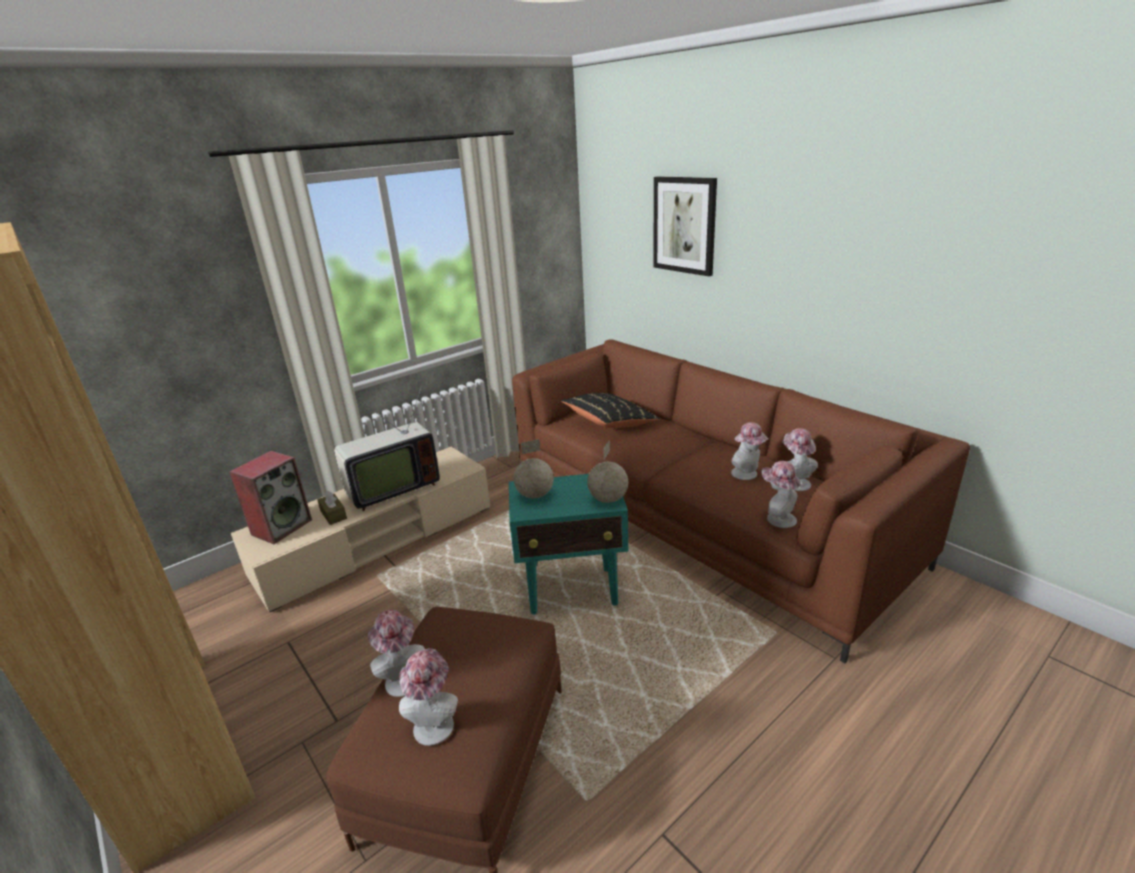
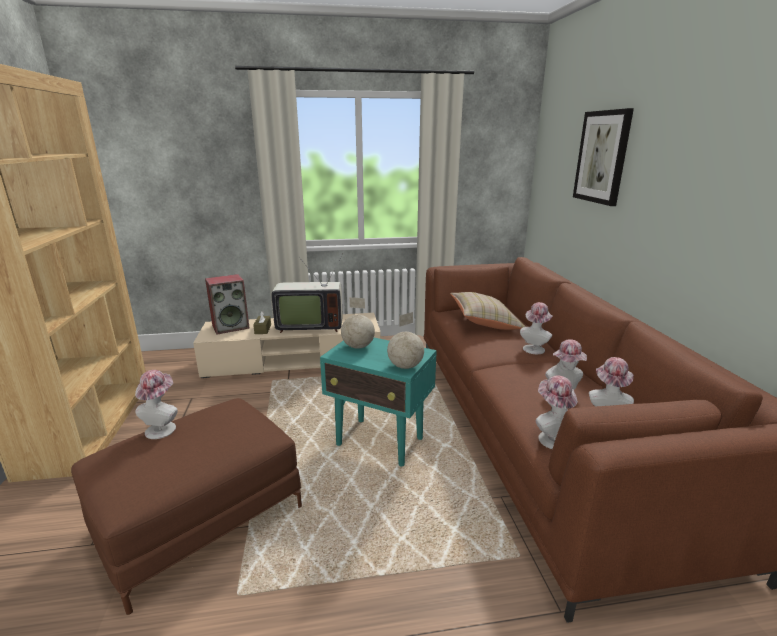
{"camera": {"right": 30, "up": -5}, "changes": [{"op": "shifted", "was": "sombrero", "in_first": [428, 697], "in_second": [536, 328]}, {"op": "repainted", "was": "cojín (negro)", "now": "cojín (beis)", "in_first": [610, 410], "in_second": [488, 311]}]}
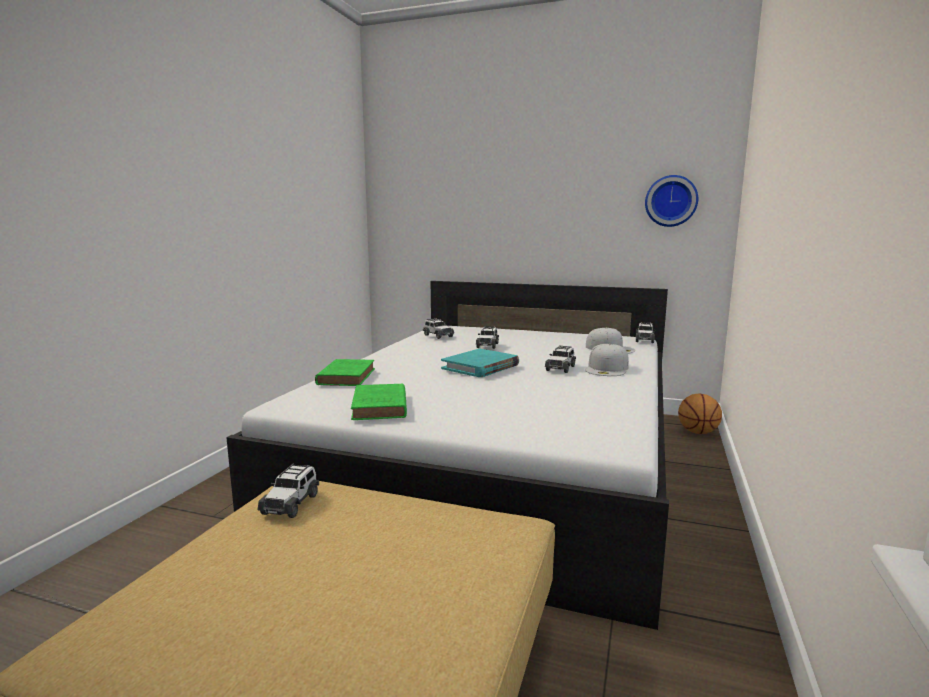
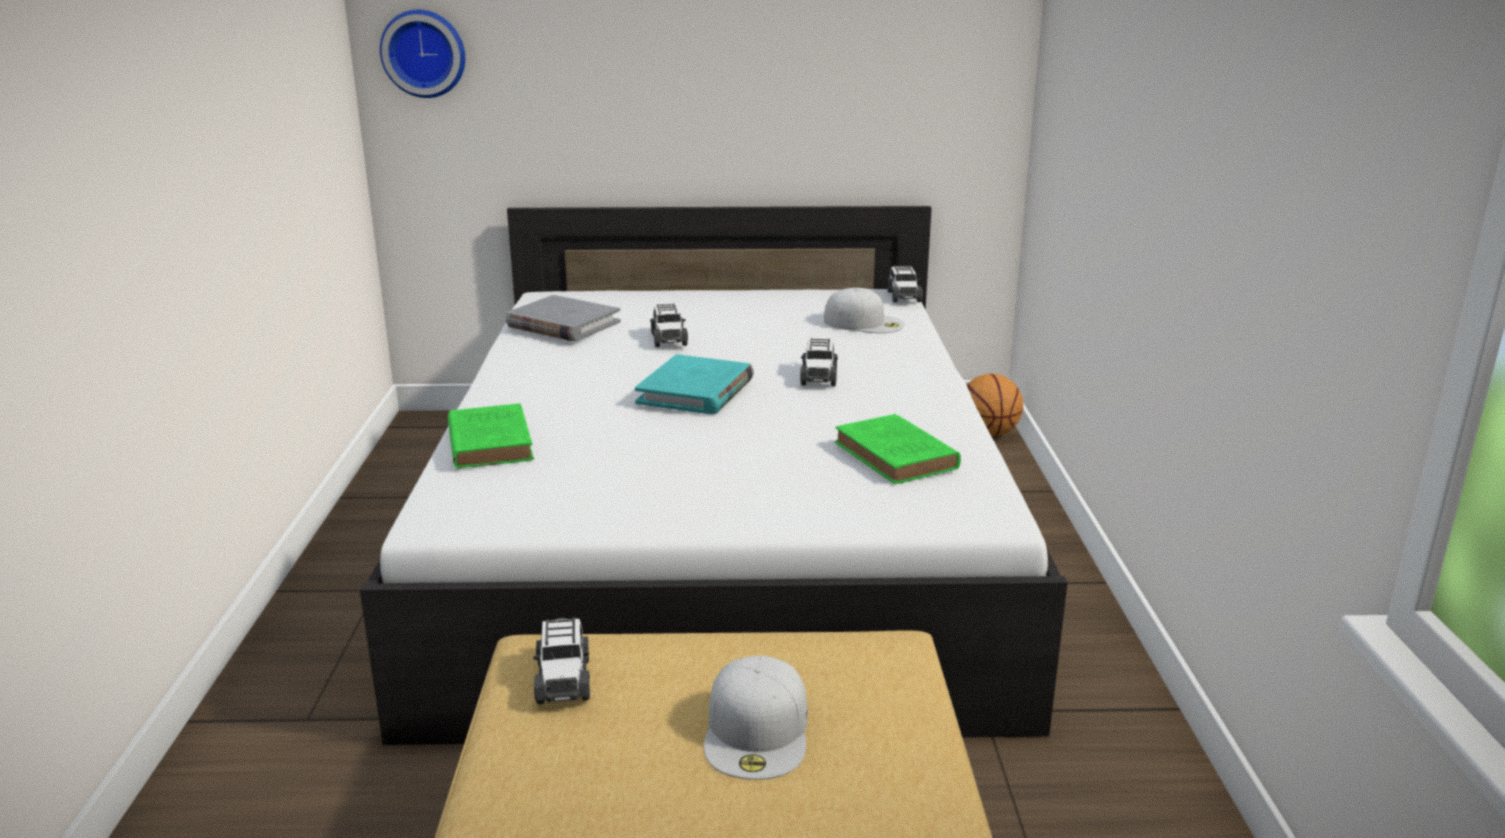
{"camera": {"right": -20, "up": 10}, "changes": [{"op": "shifted", "was": "libro (verde)", "in_first": [379, 401], "in_second": [898, 449]}, {"op": "swapped", "was": "coche de juguete", "now": "libro (gris)", "in_first": [438, 328], "in_second": [563, 318]}, {"op": "shifted", "was": "gorra (blanco)", "in_first": [607, 360], "in_second": [756, 718]}, {"op": "shifted", "was": "reloj de pared", "in_first": [671, 201], "in_second": [422, 54]}]}
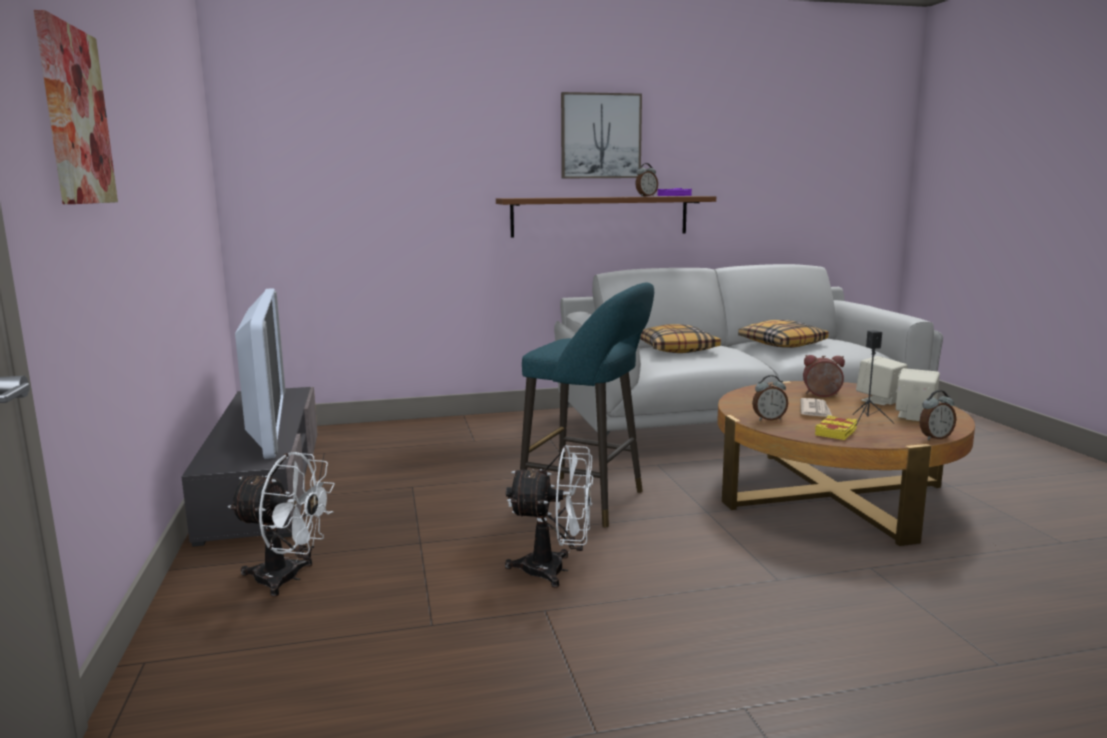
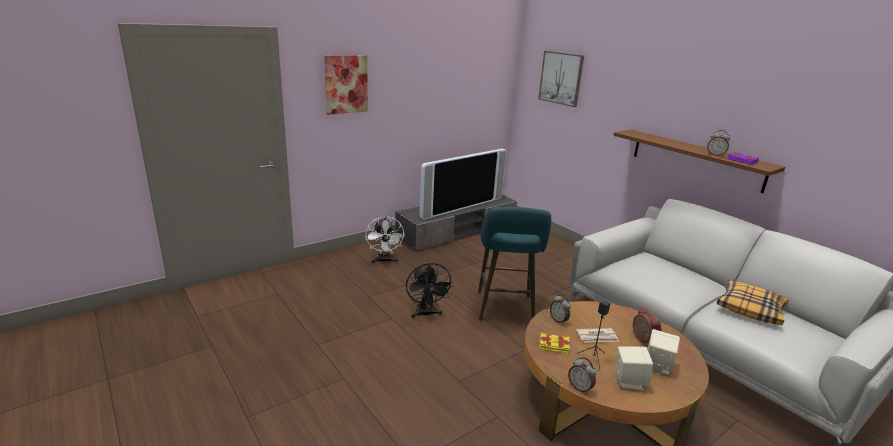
{"camera": {"right": 65, "up": 10}, "changes": [{"op": "repainted", "was": "ventilador (blanco)", "now": "ventilador (negro)", "in_first": [549, 516], "in_second": [429, 290]}, {"op": "shifted", "was": "cuadro", "in_first": [601, 135], "in_second": [561, 79]}, {"op": "gone", "was": "cojín", "in_first": [680, 338]}]}
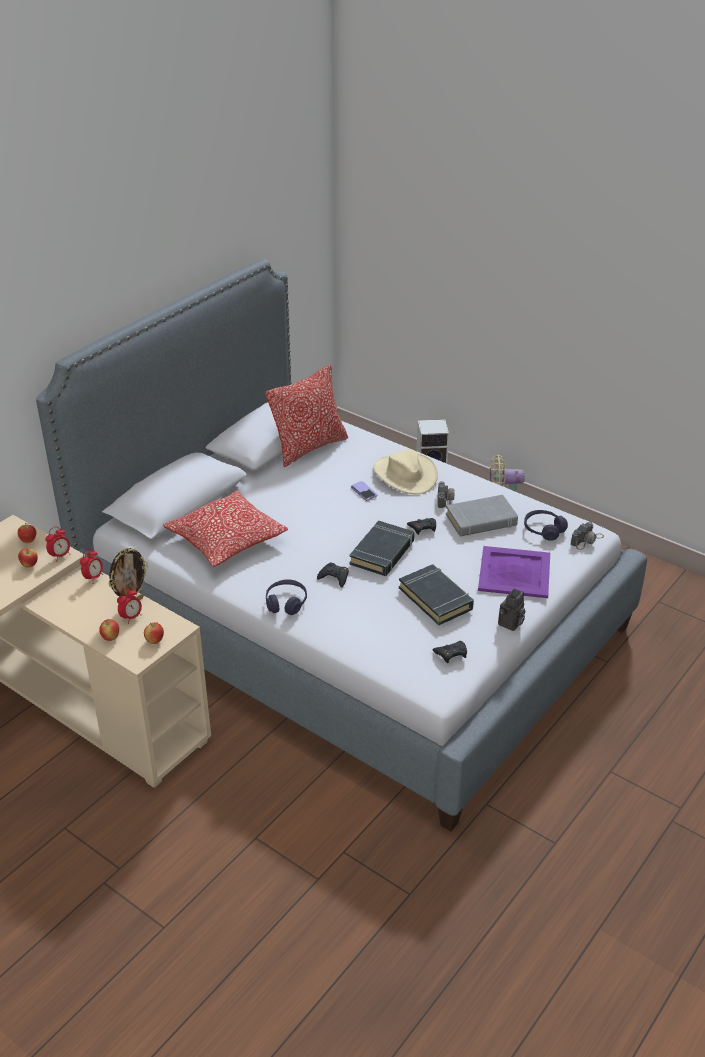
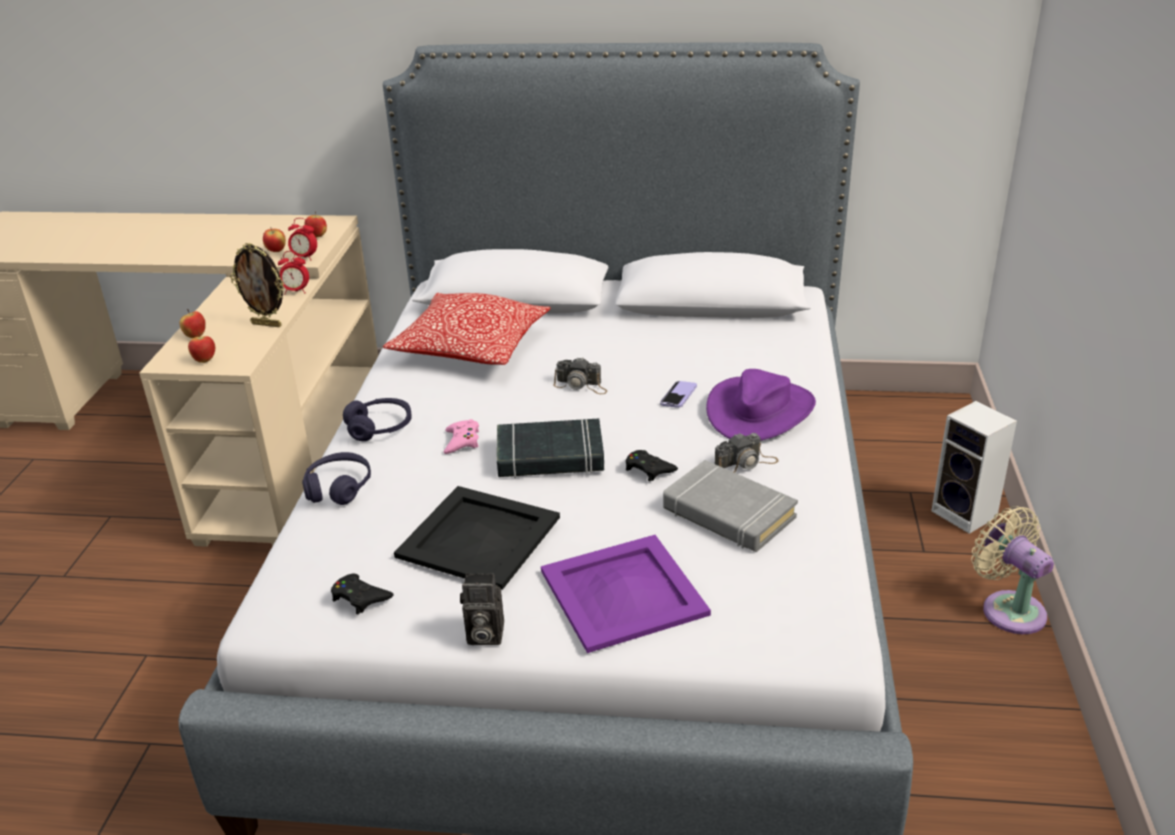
{"camera": {"right": 60, "up": -5}, "changes": [{"op": "gone", "was": "despertador", "in_first": [129, 605]}, {"op": "gone", "was": "cojín", "in_first": [306, 416]}, {"op": "repainted", "was": "mando de consola (negro)", "now": "mando de consola (rosa)", "in_first": [333, 574], "in_second": [461, 436]}, {"op": "repainted", "was": "sombrero (beis)", "now": "sombrero (morado)", "in_first": [405, 472], "in_second": [761, 404]}, {"op": "swapped", "was": "libro (negro)", "now": "bandeja (negro)", "in_first": [436, 594], "in_second": [477, 538]}, {"op": "shifted", "was": "auriculares (morado)", "in_first": [546, 525], "in_second": [336, 478]}, {"op": "shifted", "was": "cámara", "in_first": [587, 536], "in_second": [580, 375]}]}
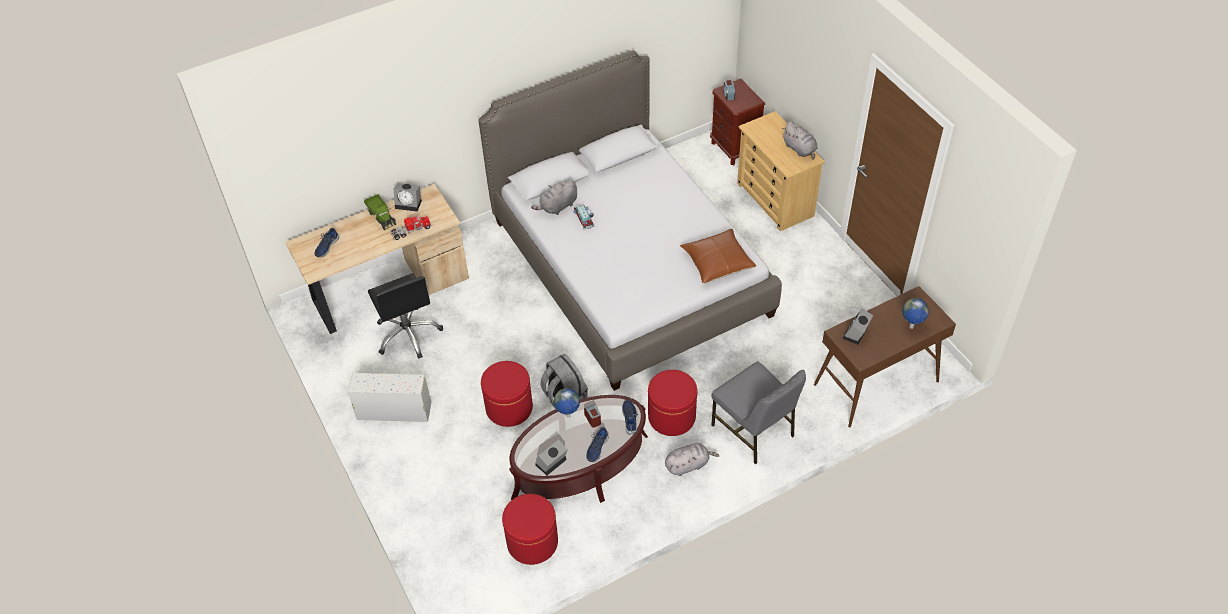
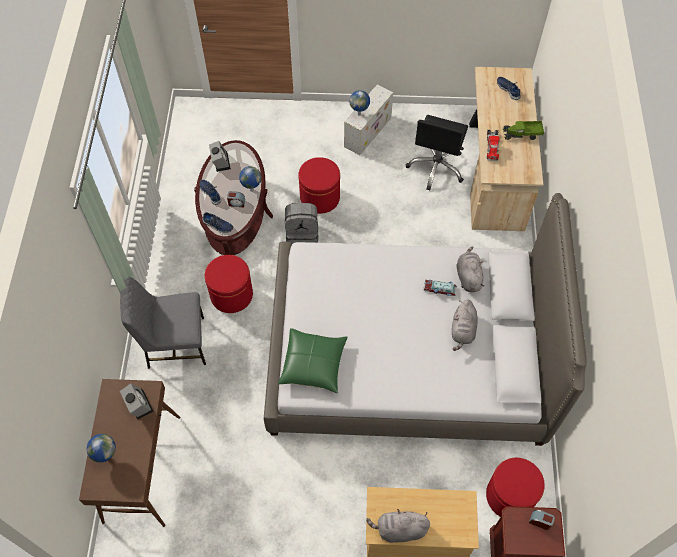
{"camera": {"right": 120, "up": 10}, "changes": [{"op": "rotated", "was": "silla de oficina (negro)", "in_first": [405, 316], "in_second": [437, 153], "clockwise": -75}, {"op": "gone", "was": "despertador", "in_first": [407, 197]}, {"op": "shifted", "was": "puf (rojo)", "in_first": [530, 529], "in_second": [515, 487]}, {"op": "shifted", "was": "peluche (gris)", "in_first": [692, 459], "in_second": [465, 325]}, {"op": "repainted", "was": "cojín (marrón)", "now": "cojín (verde)", "in_first": [718, 256], "in_second": [313, 360]}, {"op": "new", "now": "globo terráqueo", "in_second": [359, 103]}]}
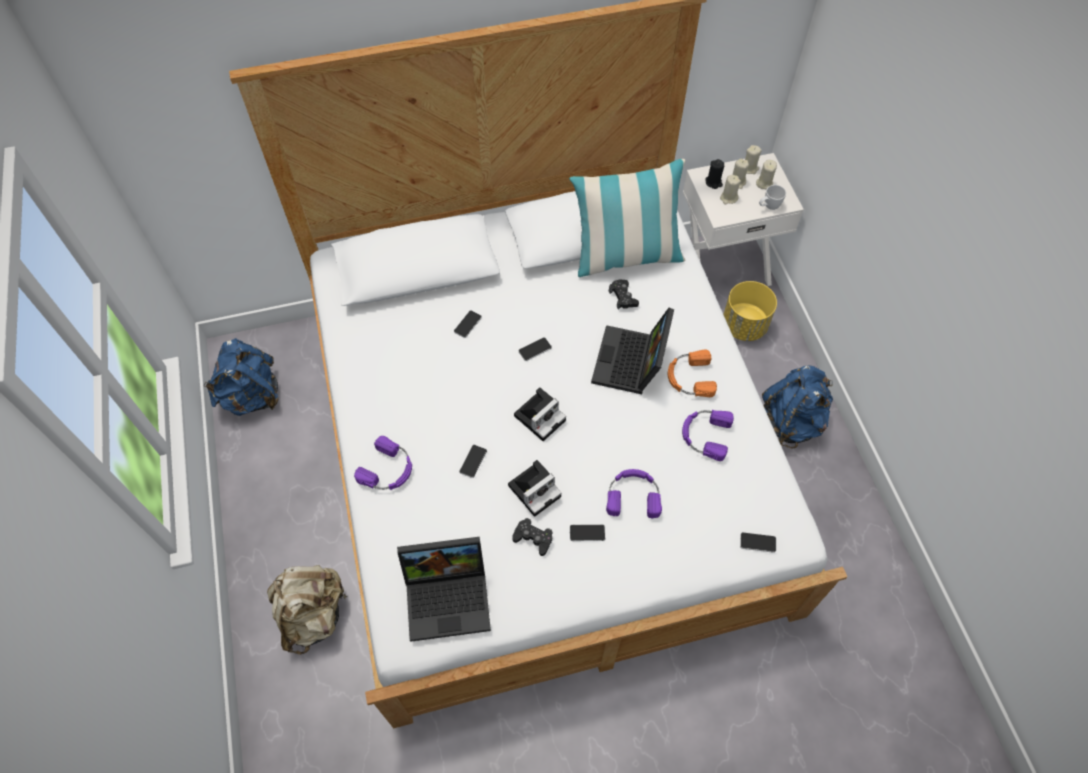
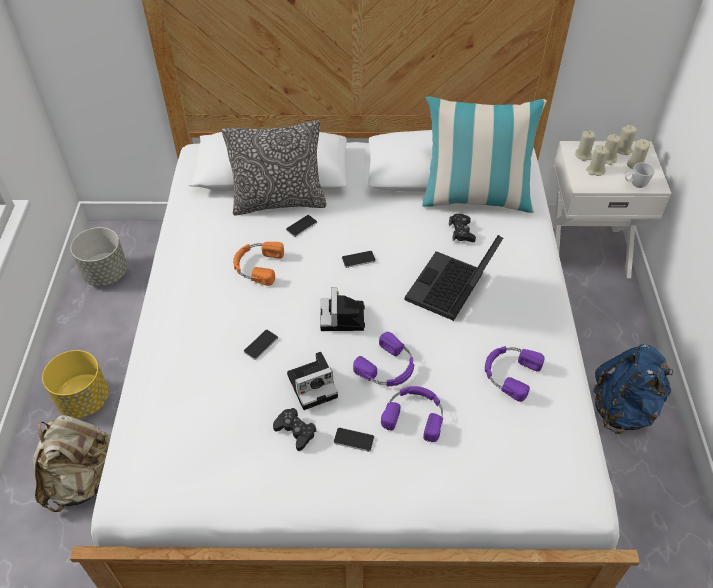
{"camera": {"right": 15, "up": -10}, "changes": [{"op": "swapped", "was": "mochila (azul)", "now": "maceta (gris)", "in_first": [241, 377], "in_second": [99, 256]}, {"op": "shifted", "was": "auriculares (morado)", "in_first": [383, 463], "in_second": [383, 359]}, {"op": "gone", "was": "portátil", "in_first": [444, 589]}, {"op": "rotated", "was": "cámara", "in_first": [540, 414], "in_second": [342, 309], "clockwise": 120}, {"op": "shifted", "was": "auriculares (naranja)", "in_first": [692, 373], "in_second": [258, 264]}, {"op": "repainted", "was": "vela (negro)", "now": "vela (beis)", "in_first": [714, 174], "in_second": [585, 146]}, {"op": "shifted", "was": "maceta (amarillo)", "in_first": [750, 311], "in_second": [75, 384]}, {"op": "gone", "was": "móvil", "in_first": [758, 542]}, {"op": "new", "now": "cojín", "in_second": [274, 168]}]}
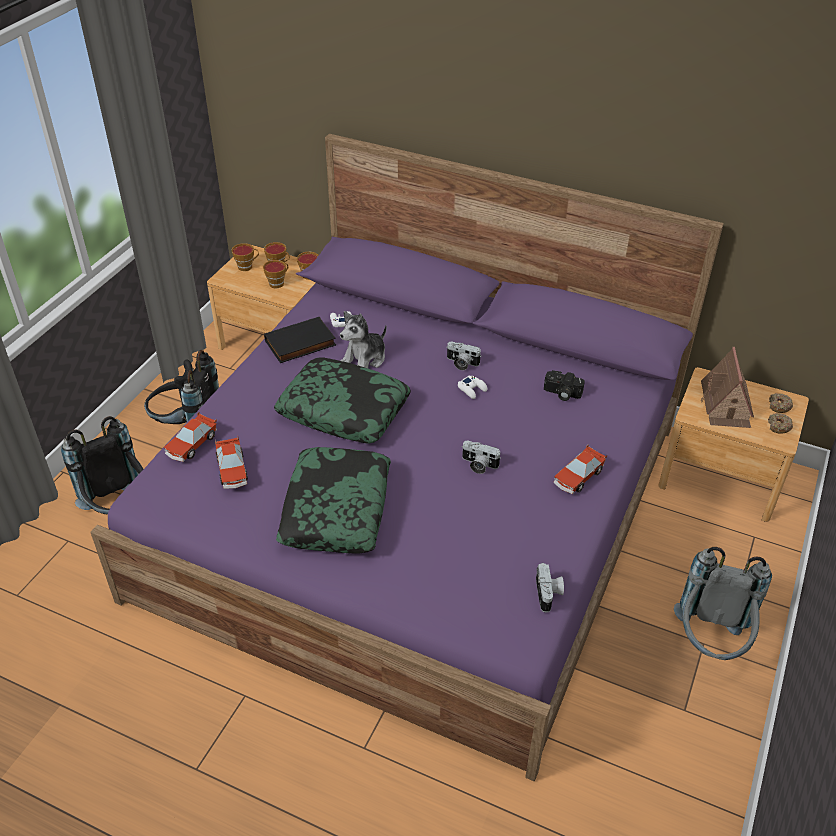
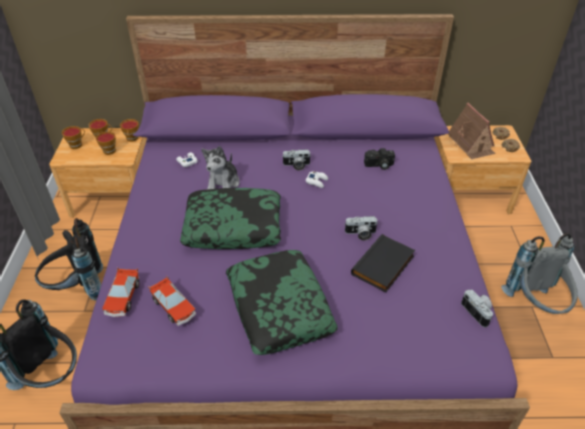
{"camera": {"right": -25, "up": 0}, "changes": [{"op": "shifted", "was": "libro (negro)", "in_first": [300, 340], "in_second": [383, 263]}, {"op": "gone", "was": "coche de juguete", "in_first": [580, 469]}]}
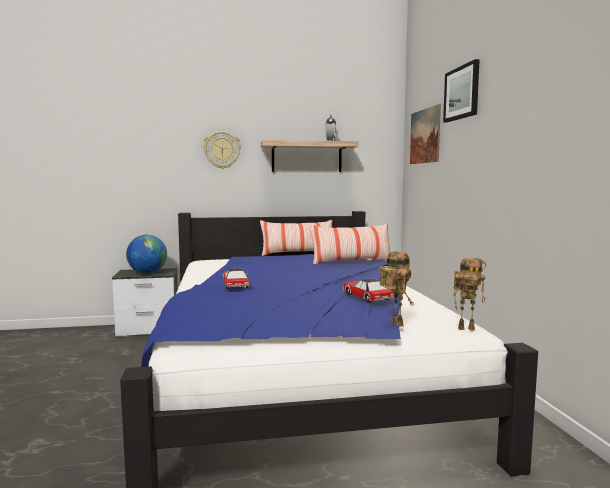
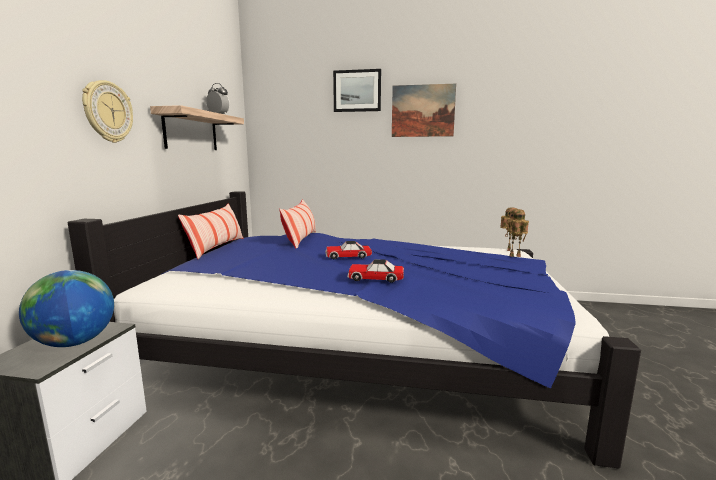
{"camera": {"right": -70, "up": 5}, "changes": [{"op": "shifted", "was": "coche de juguete", "in_first": [369, 291], "in_second": [348, 250]}, {"op": "shifted", "was": "cuadro", "in_first": [425, 134], "in_second": [424, 110]}]}
